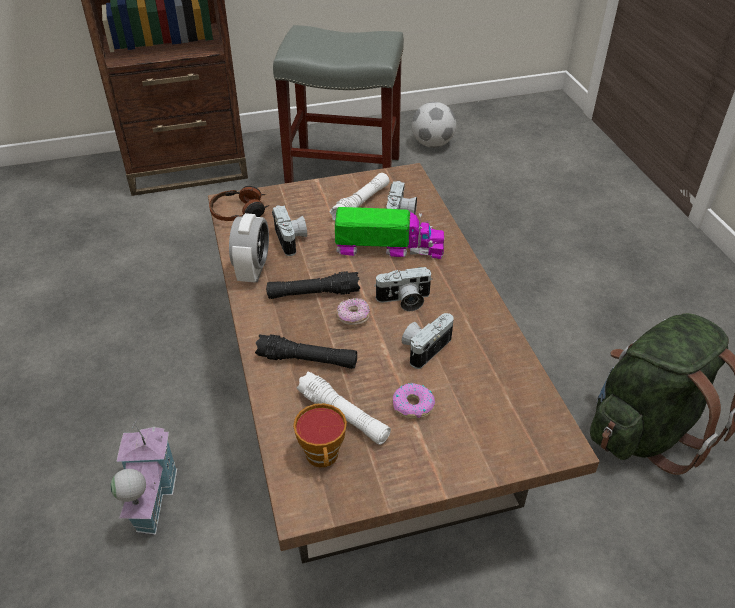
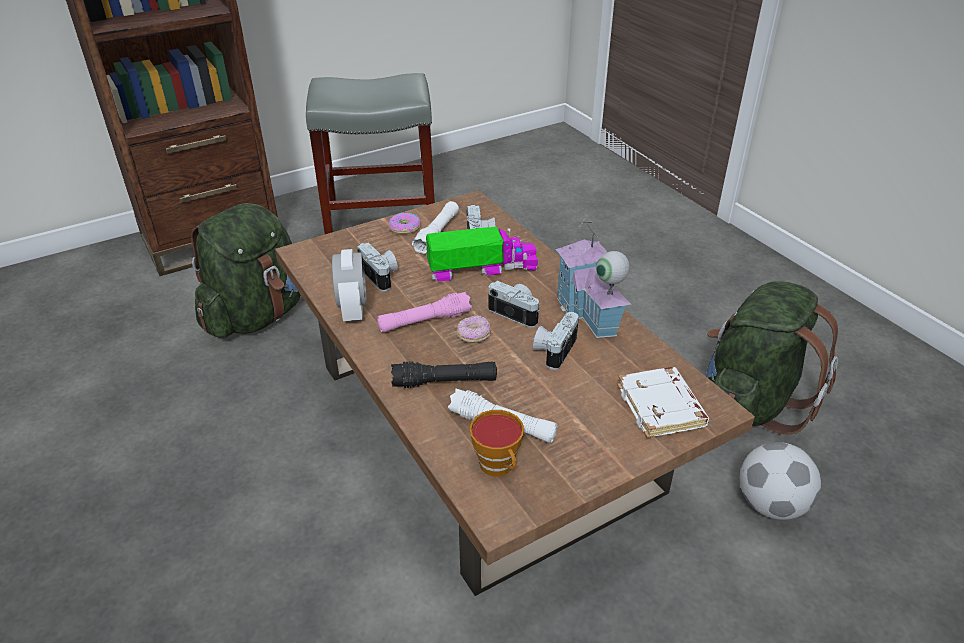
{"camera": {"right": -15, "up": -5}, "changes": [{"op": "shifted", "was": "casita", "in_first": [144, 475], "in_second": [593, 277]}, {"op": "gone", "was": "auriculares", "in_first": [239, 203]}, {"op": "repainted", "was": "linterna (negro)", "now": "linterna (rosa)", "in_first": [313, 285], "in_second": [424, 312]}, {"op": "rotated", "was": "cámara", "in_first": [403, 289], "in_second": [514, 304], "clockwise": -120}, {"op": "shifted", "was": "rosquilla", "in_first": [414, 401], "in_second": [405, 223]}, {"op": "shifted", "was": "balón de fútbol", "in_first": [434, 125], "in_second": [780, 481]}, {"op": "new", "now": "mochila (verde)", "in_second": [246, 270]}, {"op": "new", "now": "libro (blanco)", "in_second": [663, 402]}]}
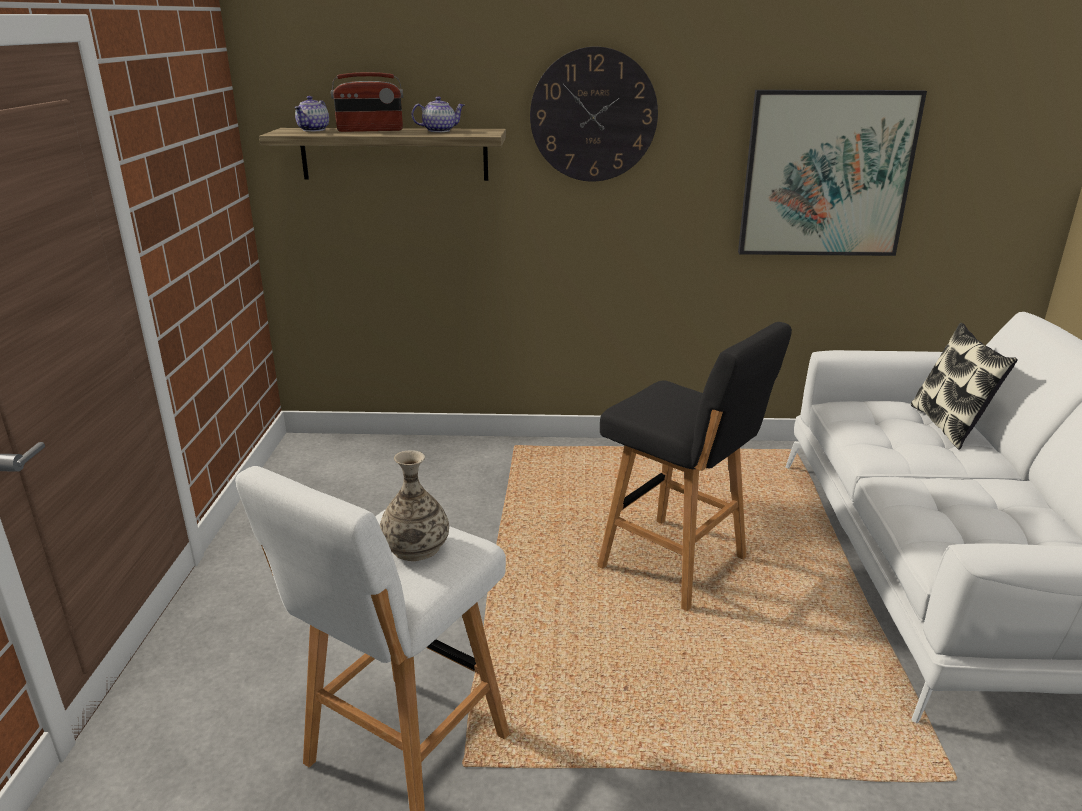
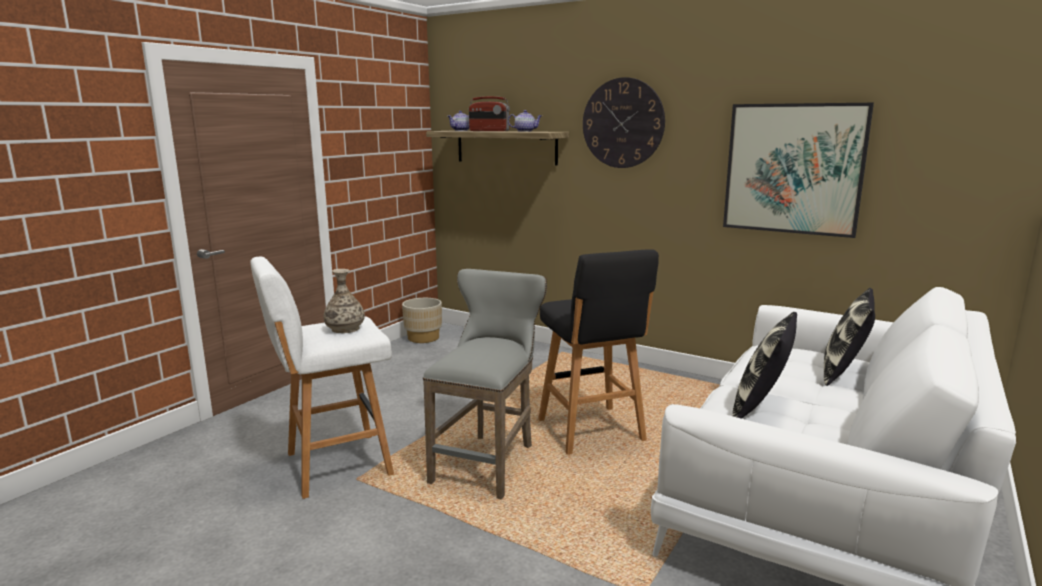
{"camera": {"right": 30, "up": -10}, "changes": [{"op": "new", "now": "maceta (beis)", "in_second": [422, 320]}, {"op": "new", "now": "taburete (gris)", "in_second": [485, 384]}, {"op": "new", "now": "cojín", "in_second": [764, 365]}]}
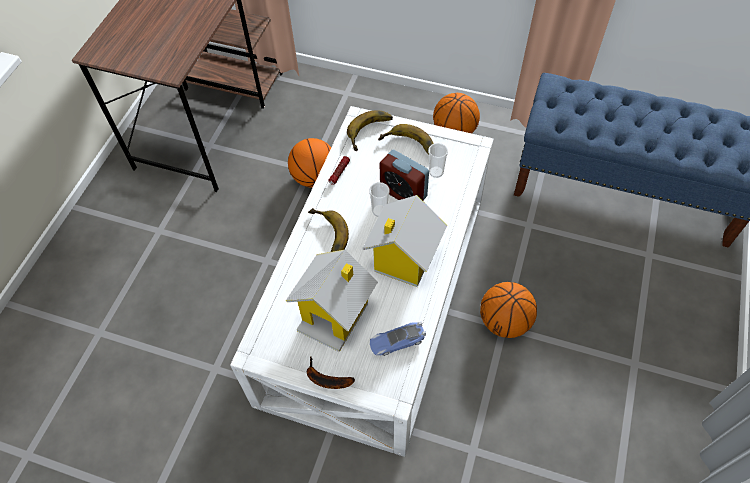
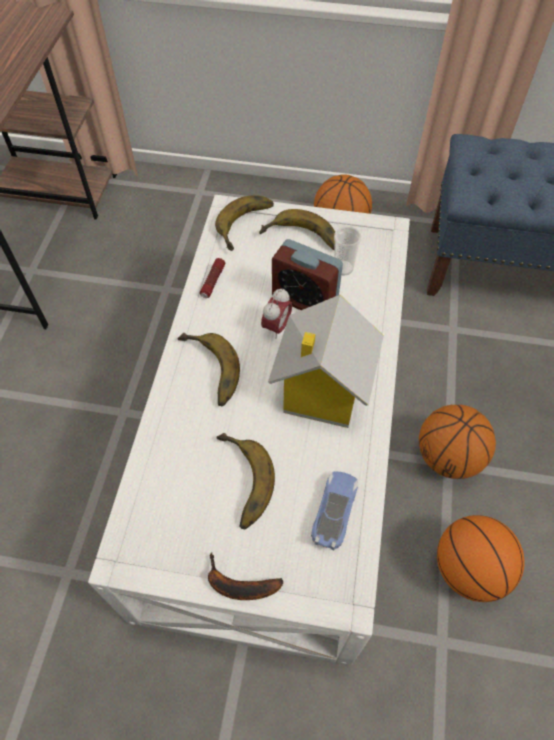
{"camera": {"right": -10, "up": 0}, "changes": [{"op": "swapped", "was": "casita", "now": "plátano", "in_first": [332, 301], "in_second": [246, 481]}, {"op": "shifted", "was": "balón de baloncesto", "in_first": [309, 163], "in_second": [480, 558]}, {"op": "swapped", "was": "taza", "now": "despertador", "in_first": [379, 199], "in_second": [276, 313]}, {"op": "rotated", "was": "coche de juguete", "in_first": [398, 339], "in_second": [334, 510], "clockwise": 135}]}
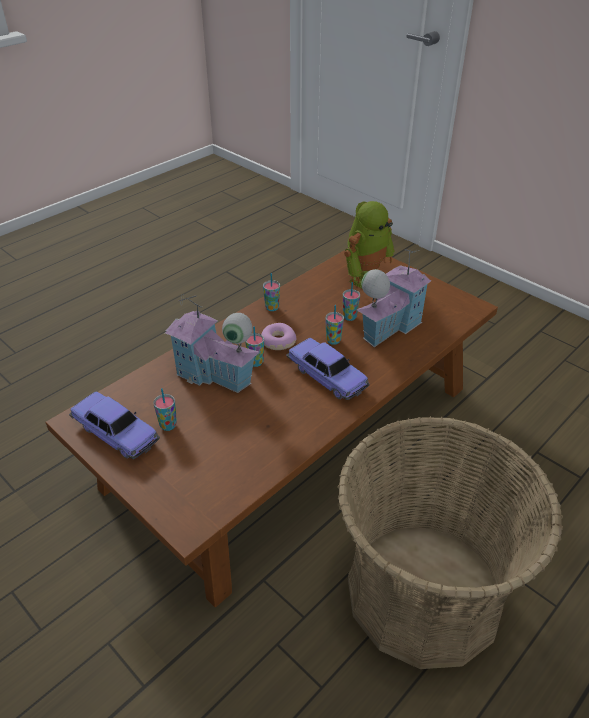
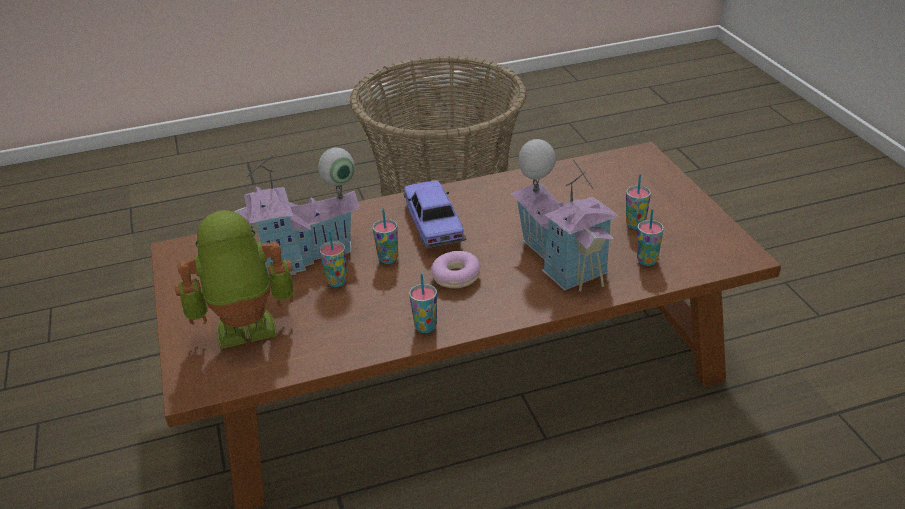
{"camera": {"right": -150, "up": -5}, "changes": [{"op": "gone", "was": "coche de juguete", "in_first": [114, 425]}, {"op": "shifted", "was": "taza", "in_first": [254, 346], "in_second": [650, 237]}]}
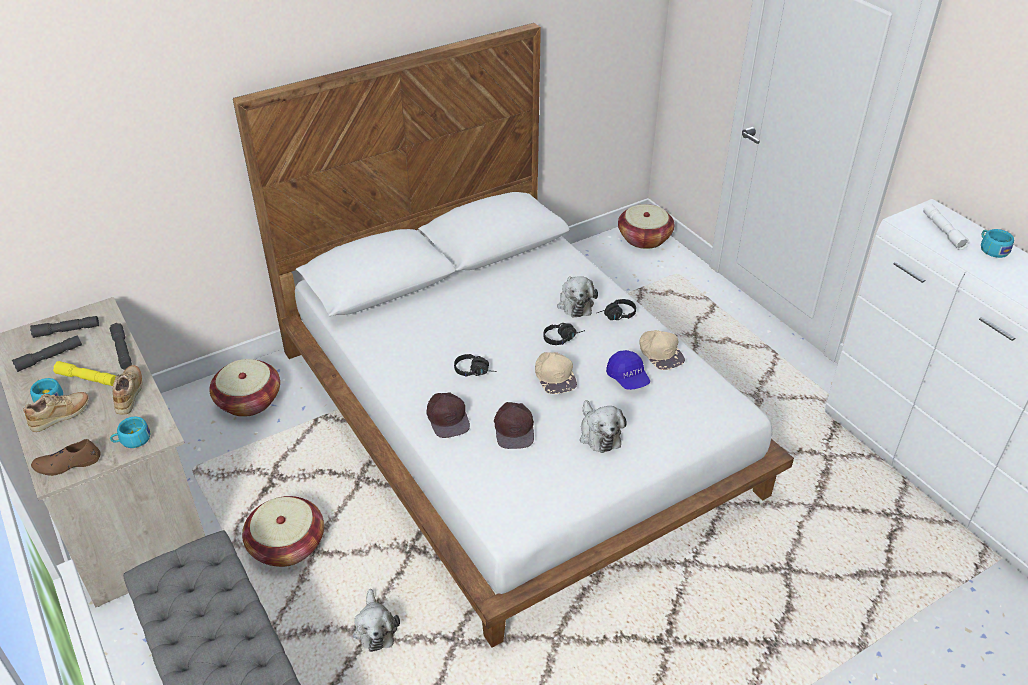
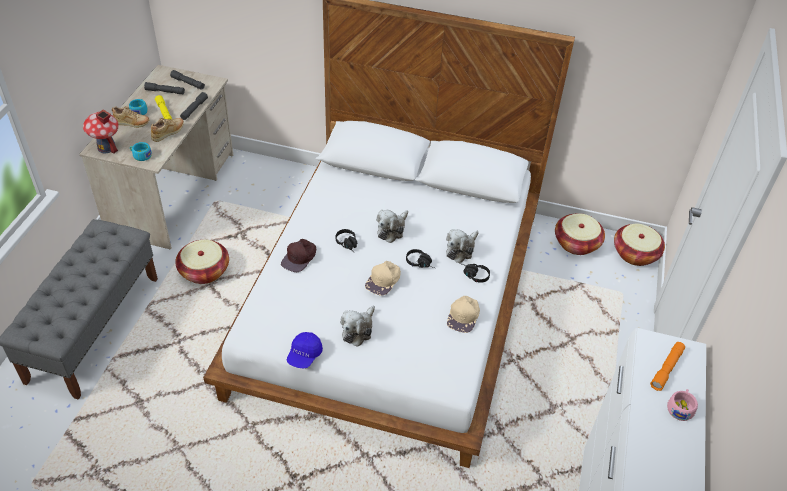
{"camera": {"right": 45, "up": 5}, "changes": [{"op": "swapped", "was": "zapato (marrón)", "now": "casita", "in_first": [65, 457], "in_second": [101, 131]}, {"op": "shifted", "was": "cesta", "in_first": [244, 388], "in_second": [580, 234]}, {"op": "shifted", "was": "peluche", "in_first": [376, 620], "in_second": [392, 226]}, {"op": "gone", "was": "gorra (marrón)", "in_first": [514, 425]}, {"op": "shifted", "was": "gorra (azul)", "in_first": [628, 370], "in_second": [305, 350]}, {"op": "repainted", "was": "linterna (blanco)", "now": "linterna (naranja)", "in_first": [946, 227], "in_second": [667, 366]}, {"op": "repainted", "was": "taza (turquesa)", "now": "taza (rosa)", "in_first": [997, 243], "in_second": [682, 405]}]}
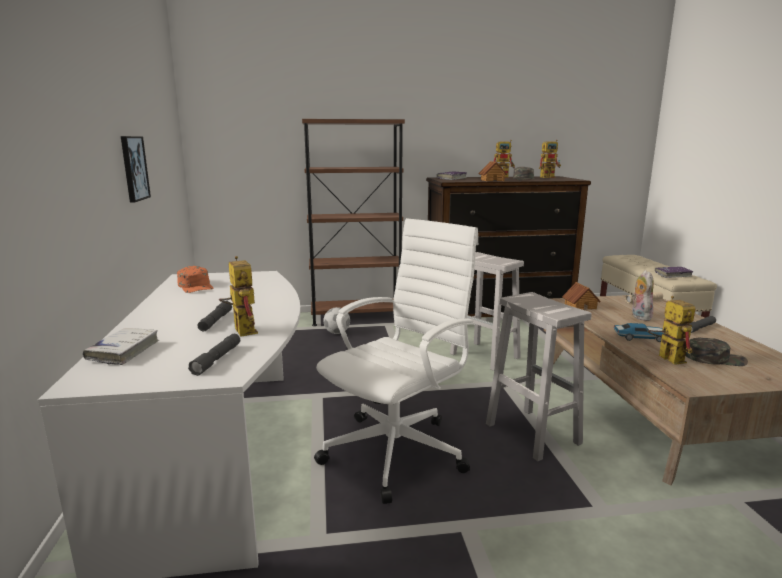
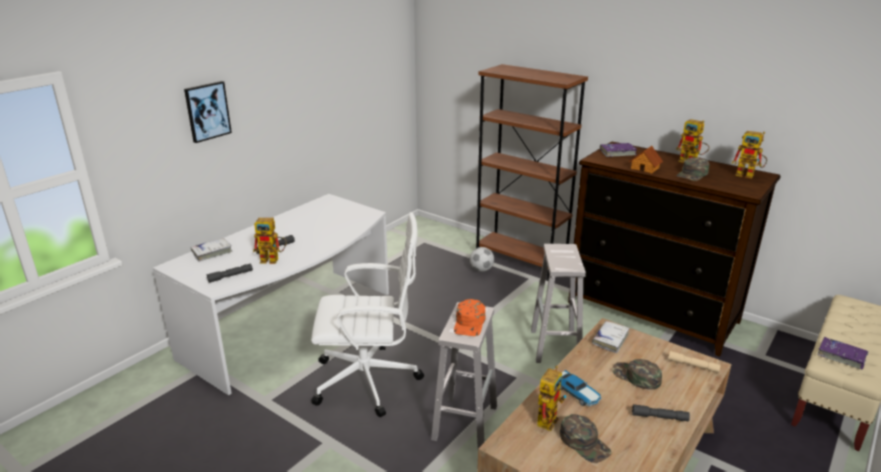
{"camera": {"right": 45, "up": 10}, "changes": [{"op": "shifted", "was": "cuadro", "in_first": [136, 169], "in_second": [208, 112]}, {"op": "shifted", "was": "gorra (naranja)", "in_first": [195, 279], "in_second": [470, 317]}, {"op": "rotated", "was": "robot de juguete", "in_first": [238, 296], "in_second": [270, 241], "clockwise": 75}, {"op": "swapped", "was": "casita", "now": "libro (blanco)", "in_first": [581, 296], "in_second": [610, 337]}, {"op": "swapped", "was": "peluche", "now": "gorra (verde)", "in_first": [642, 295], "in_second": [637, 374]}]}
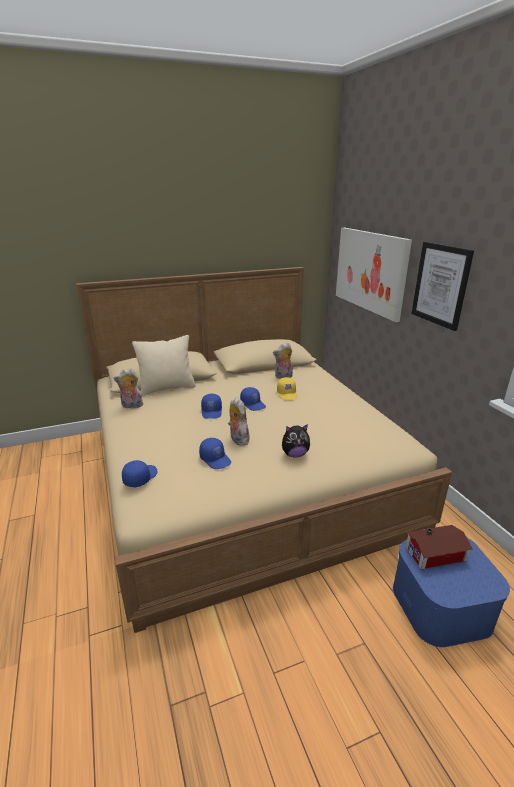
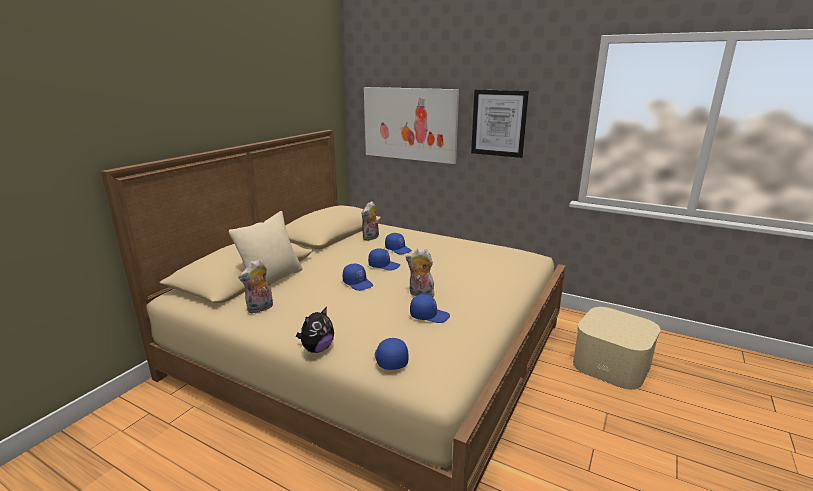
{"camera": {"right": -40, "up": -5}, "changes": [{"op": "repainted", "was": "gorra (amarillo)", "now": "gorra (azul)", "in_first": [287, 388], "in_second": [398, 244]}, {"op": "shifted", "was": "peluche", "in_first": [296, 441], "in_second": [315, 330]}, {"op": "repainted", "was": "caja de almacenaje (azul)", "now": "caja de almacenaje (beis)", "in_first": [451, 592], "in_second": [616, 348]}, {"op": "gone", "was": "casita", "in_first": [439, 547]}]}
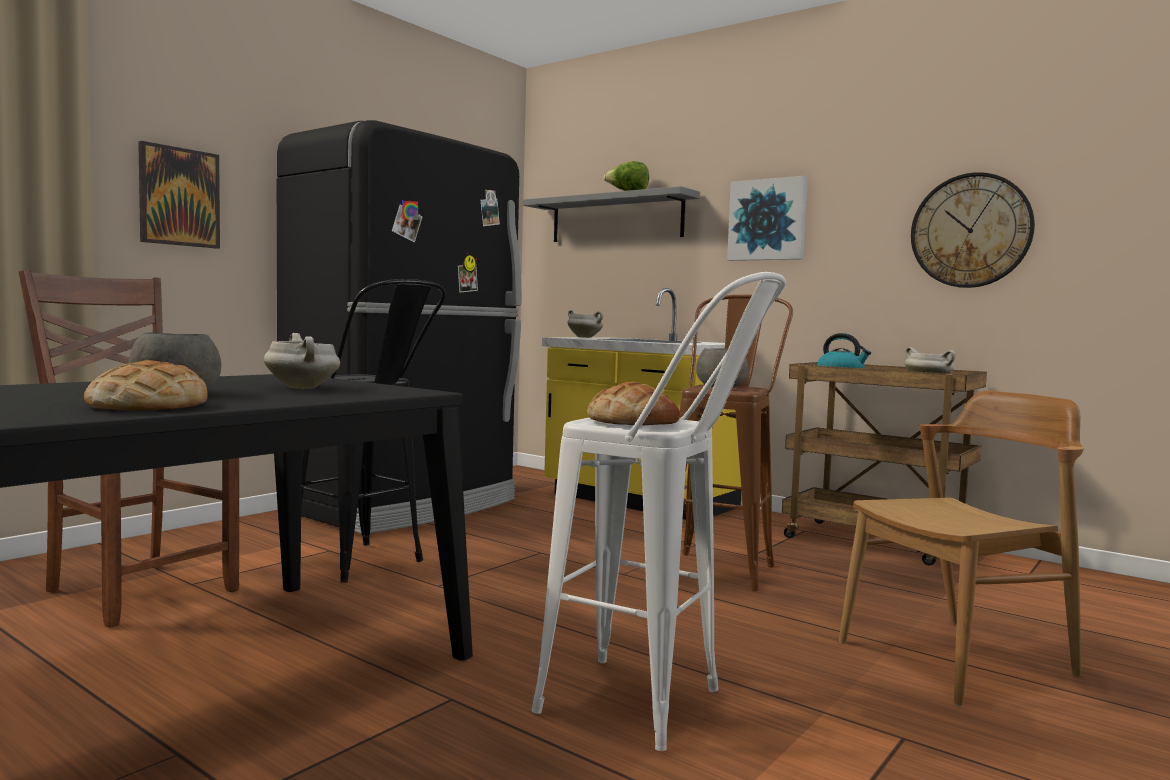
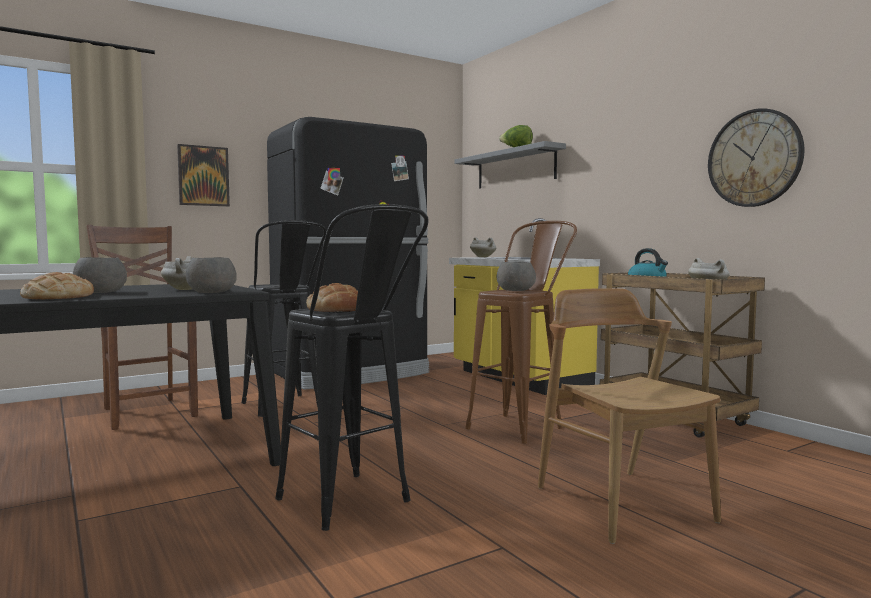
{"camera": {"right": 20, "up": 0}, "changes": [{"op": "repainted", "was": "taburete (blanco)", "now": "taburete (negro)", "in_first": [659, 511], "in_second": [352, 367]}, {"op": "gone", "was": "cuadro", "in_first": [767, 218]}, {"op": "rotated", "was": "silla (marrón)", "in_first": [961, 548], "in_second": [629, 416], "clockwise": -105}, {"op": "new", "now": "cuenco (gris)", "in_second": [211, 275]}]}
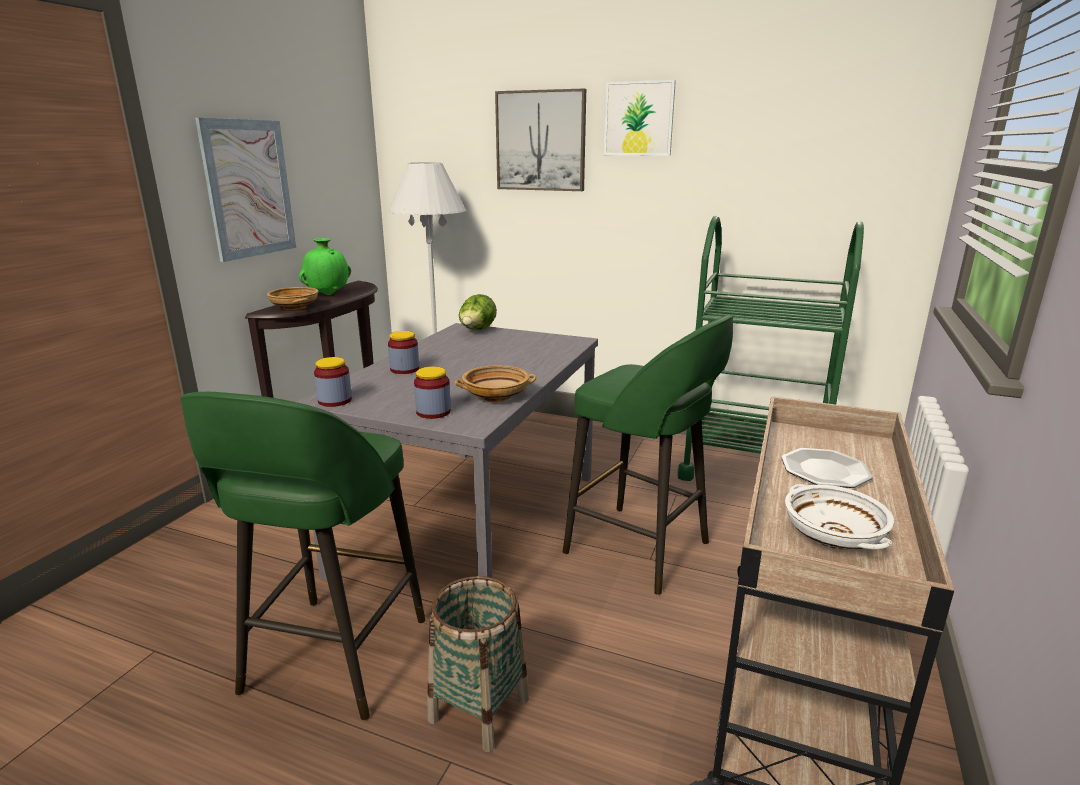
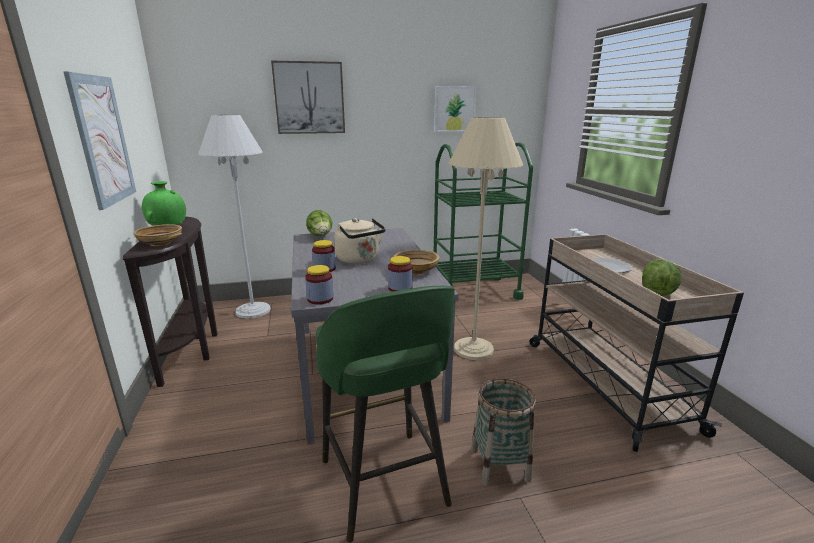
{"camera": {"right": -35, "up": 0}, "changes": [{"op": "swapped", "was": "taburete (verde)", "now": "lámpara de pie (beis)", "in_first": [648, 455], "in_second": [485, 238]}, {"op": "shifted", "was": "cuadro", "in_first": [640, 118], "in_second": [455, 109]}, {"op": "swapped", "was": "cuenco (blanco)", "now": "lechuga", "in_first": [840, 517], "in_second": [661, 278]}, {"op": "new", "now": "hervidor (beis)", "in_second": [360, 241]}]}
